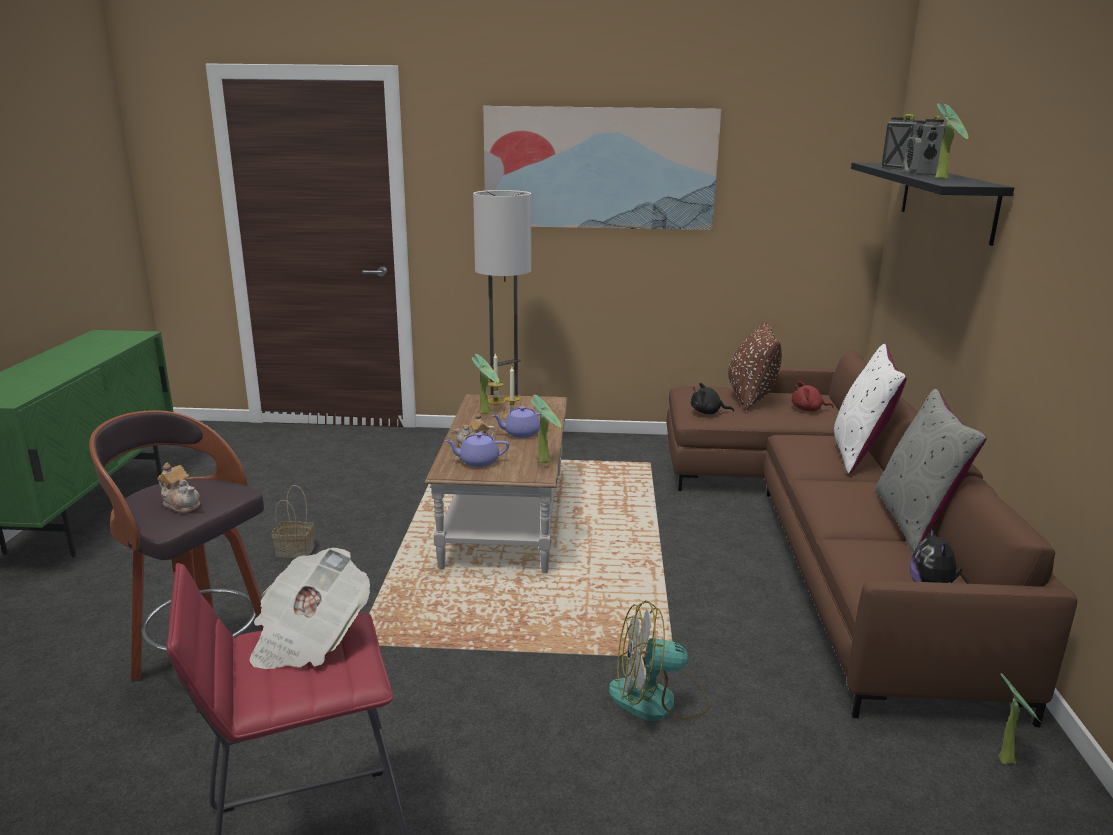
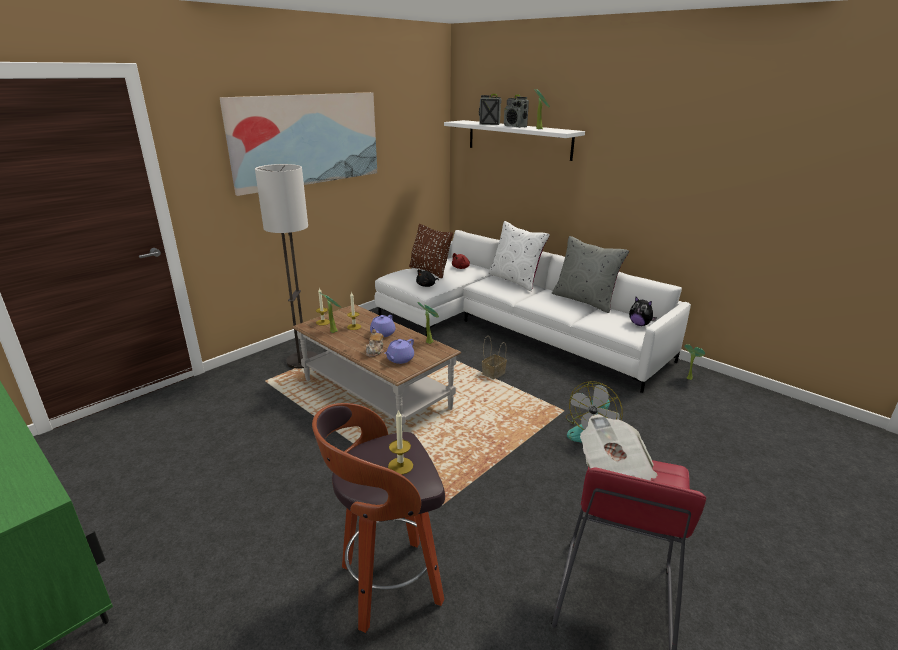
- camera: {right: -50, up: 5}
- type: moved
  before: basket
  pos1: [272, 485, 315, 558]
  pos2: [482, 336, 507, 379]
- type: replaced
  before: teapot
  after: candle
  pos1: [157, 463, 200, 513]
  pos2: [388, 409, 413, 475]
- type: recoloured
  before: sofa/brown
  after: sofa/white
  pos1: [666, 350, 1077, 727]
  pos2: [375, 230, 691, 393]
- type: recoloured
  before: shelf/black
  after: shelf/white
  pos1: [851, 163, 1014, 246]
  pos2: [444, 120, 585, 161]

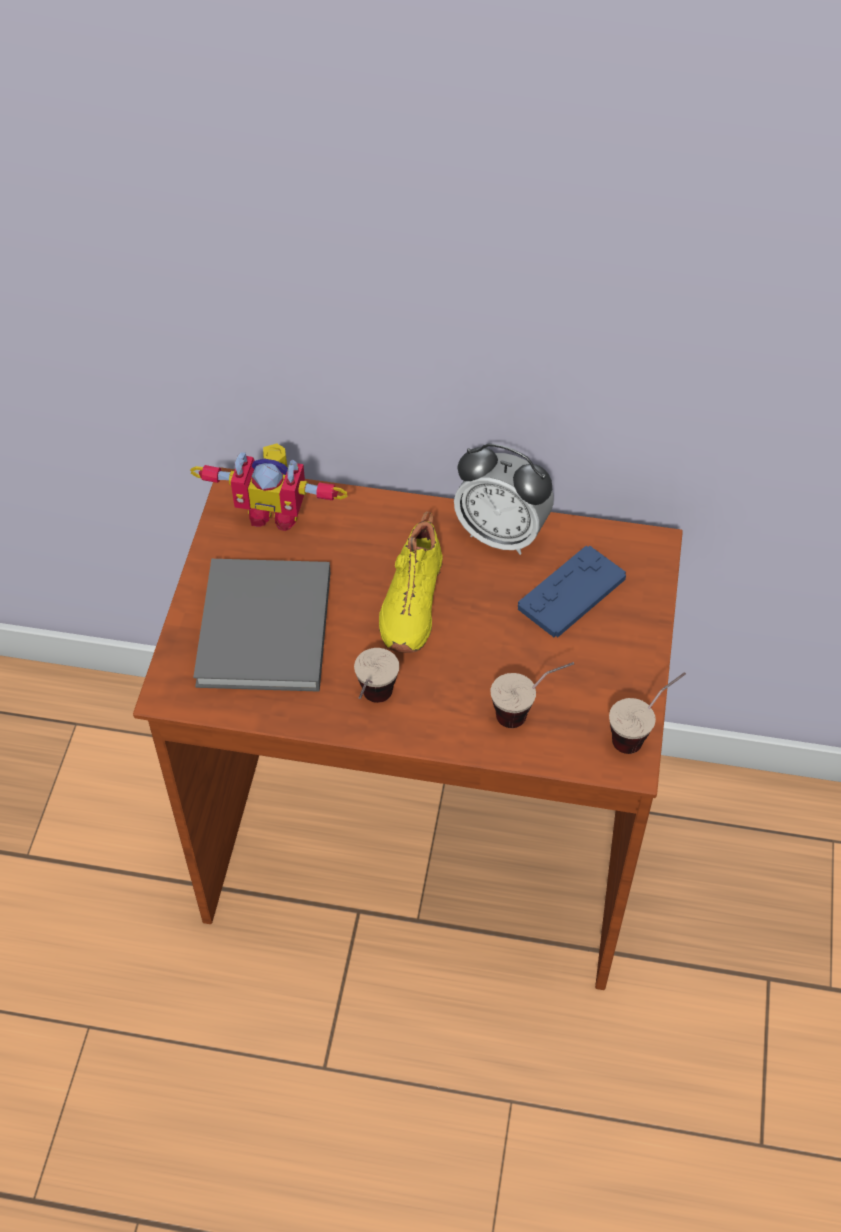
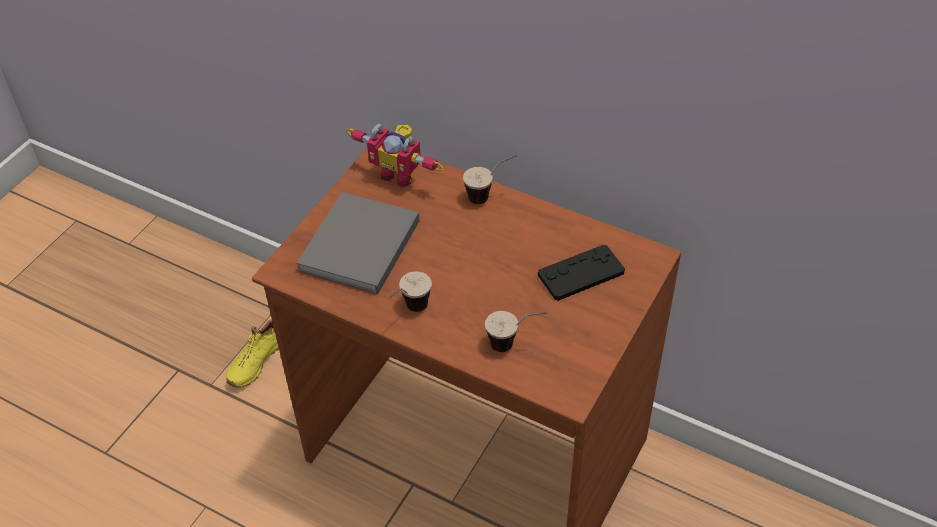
- camera: {right: 20, up: -5}
- type: removed
  before: alarm clock
  pos1: [454, 443, 554, 555]
- type: moved
  before: shoe/yellow
  pos1: [379, 511, 443, 653]
  pos2: [226, 319, 279, 388]
- type: moved
  before: cup
  pos1: [609, 672, 686, 754]
  pos2: [463, 155, 517, 204]
- type: recoloured
  before: game controller/blue
  after: game controller/black
  pos1: [518, 546, 626, 637]
  pos2: [538, 245, 625, 301]

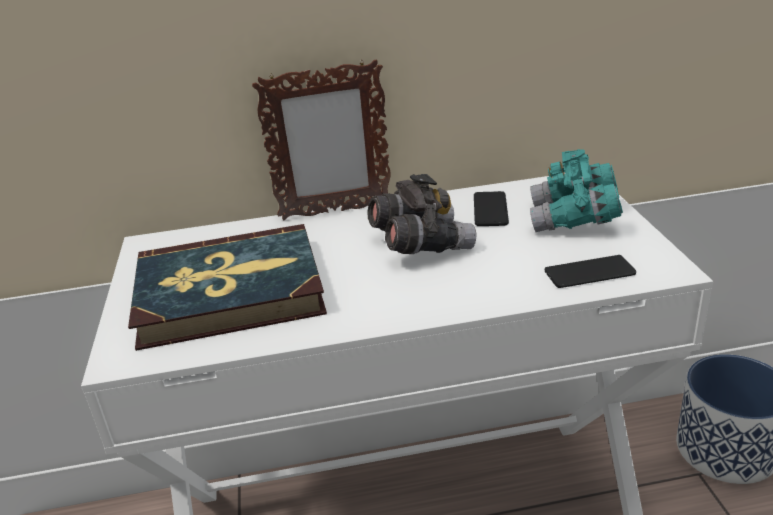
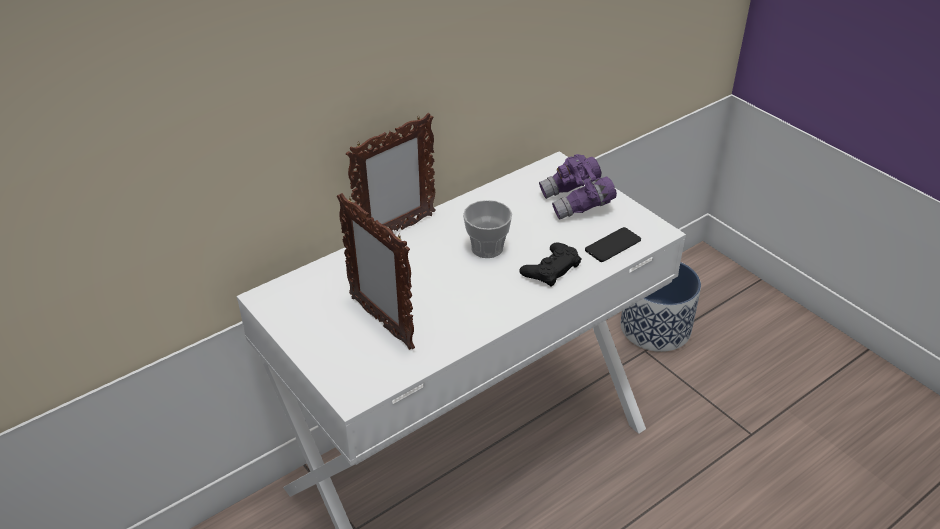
- camera: {right: -30, up: 10}
- type: removed
  before: phone
  pos1: [474, 191, 509, 226]
- type: added
  after: game controller/black
  pos2: [519, 243, 582, 287]
- type: replaced
  before: book
  after: picture frame
  pos1: [128, 224, 327, 351]
  pos2: [337, 193, 415, 350]
- type: replaced
  before: binoculars/grey
  after: cup
  pos1: [367, 174, 476, 254]
  pos2: [463, 200, 512, 258]
- type: recoloured
  before: binoculars/turquoise
  after: binoculars/purple
  pos1: [530, 149, 623, 232]
  pos2: [539, 154, 617, 220]

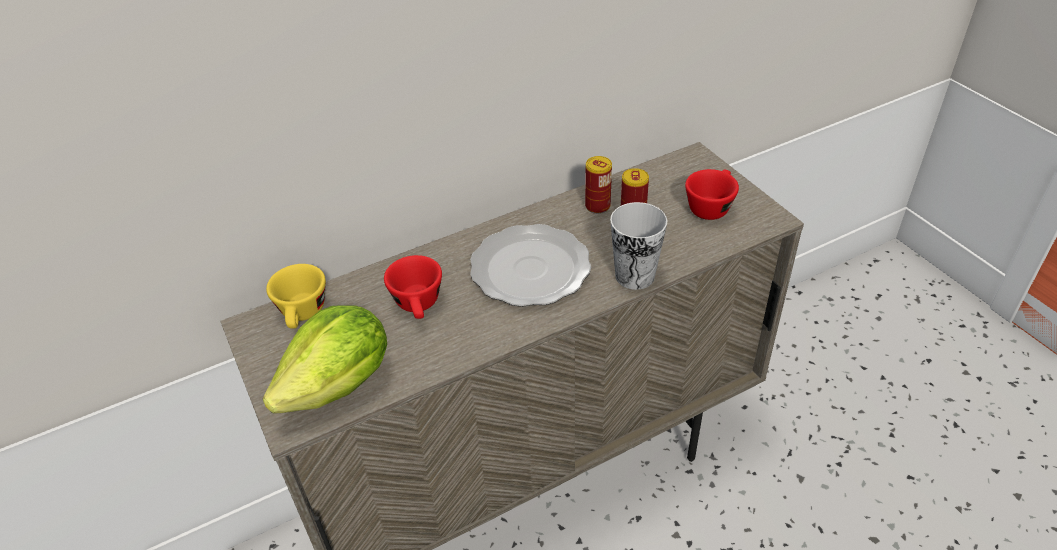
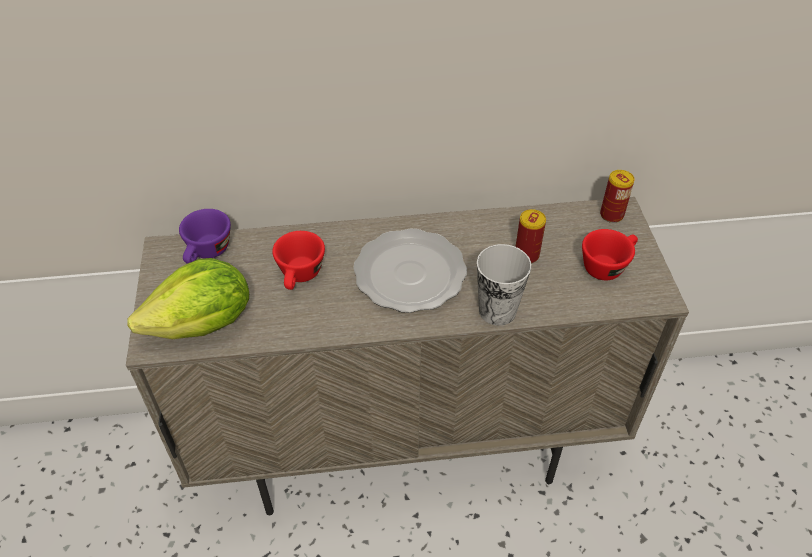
- camera: {right: 20, up: 5}
- type: moved
  before: can
  pos1: [585, 156, 612, 214]
  pos2: [600, 170, 635, 223]
- type: recoloured
  before: cup/yellow
  after: cup/purple
  pos1: [266, 264, 326, 329]
  pos2: [179, 209, 231, 264]

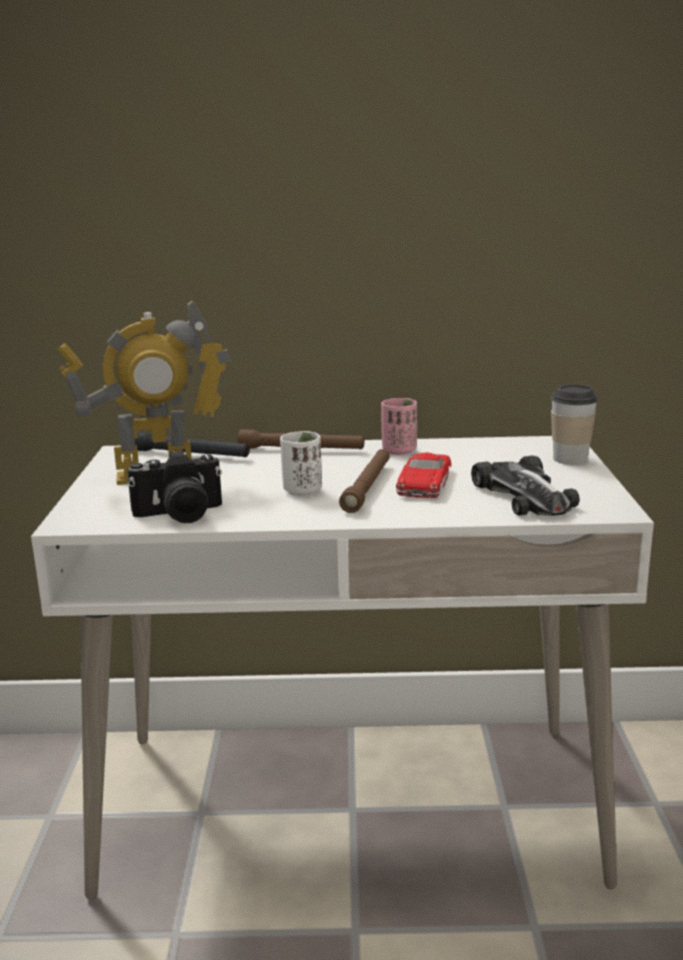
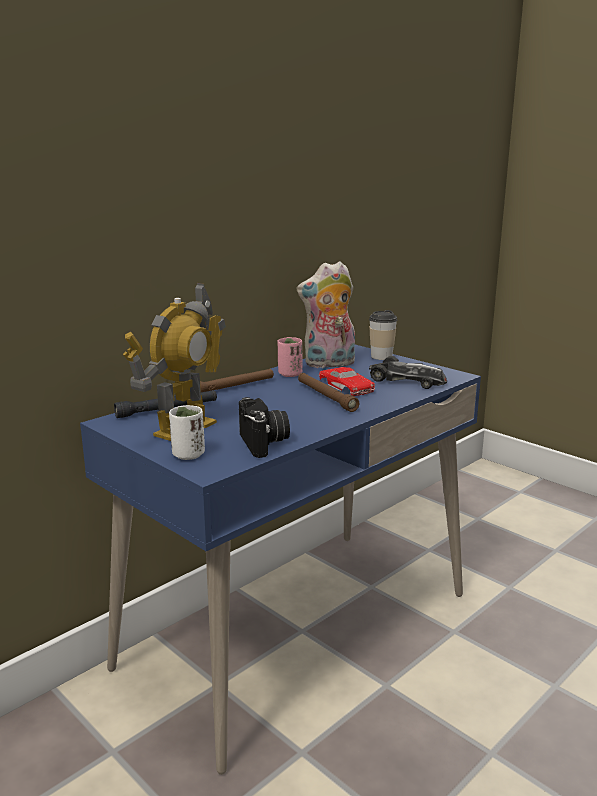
- camera: {right: -45, up: 0}
- type: added
  after: plush toy
  pos2: [297, 261, 355, 368]
- type: moved
  before: cup/white
  pos1: [280, 431, 322, 496]
  pos2: [169, 405, 205, 460]
- type: recoloured
  before: desk/white
  after: desk/blue
  pos1: [31, 436, 654, 900]
  pos2: [80, 345, 481, 775]
- type: turned
  before: photo camera
  pos1: [128, 449, 222, 523]
  pos2: [239, 397, 290, 458]
  turn: -45

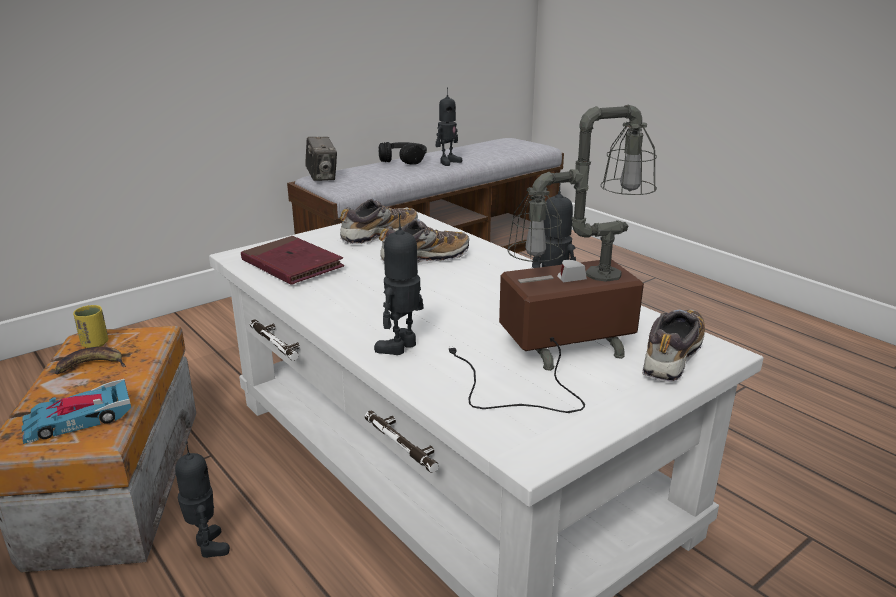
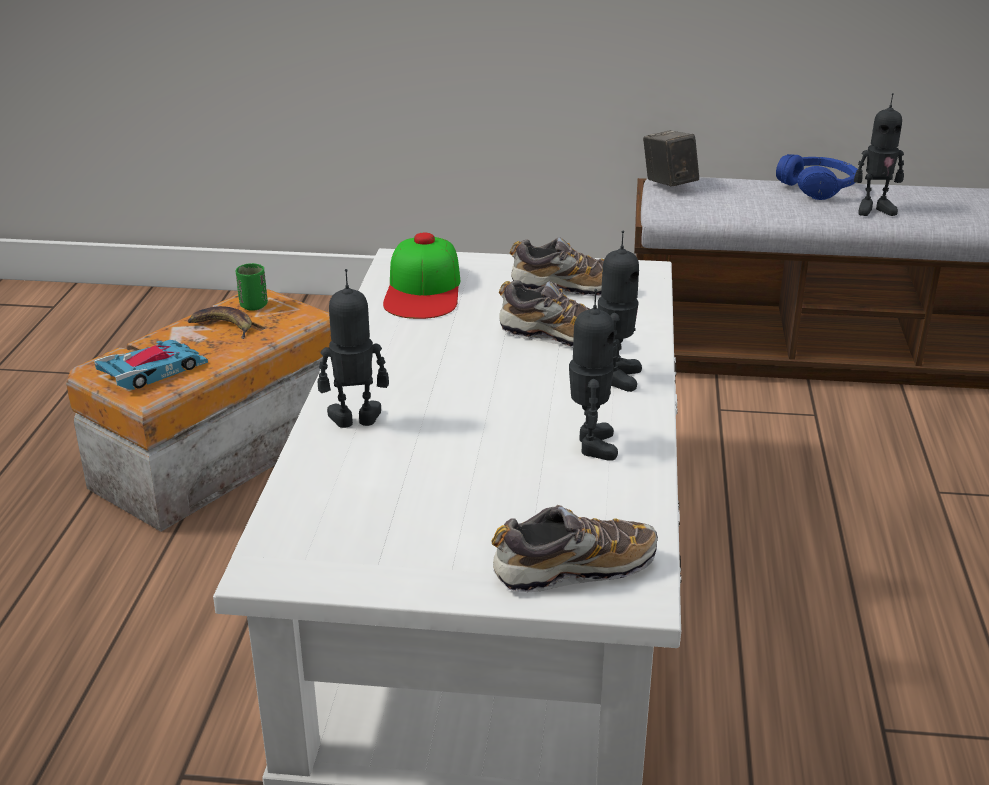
- camera: {right: 45, up: 5}
- type: removed
  before: table lamp
  pos1: [449, 104, 657, 413]
- type: moved
  before: toy robot
  pos1: [175, 441, 230, 558]
  pos2: [598, 230, 642, 392]
- type: replaced
  before: book/red
  after: cap
  pos1: [241, 236, 344, 284]
  pos2: [383, 233, 460, 319]
- type: recoloured
  before: cup/yellow
  after: cup/green
  pos1: [73, 305, 109, 348]
  pos2: [236, 263, 268, 311]
- type: recoloured
  before: headphones/black
  after: headphones/blue
  pos1: [379, 142, 427, 165]
  pos2: [776, 154, 858, 200]
- type: turned
  before: toy car
  pos1: [22, 379, 131, 444]
  pos2: [94, 340, 208, 390]
  turn: 120
- type: turned
  before: photo camera
  pos1: [305, 137, 337, 181]
  pos2: [643, 130, 699, 186]
  turn: 135

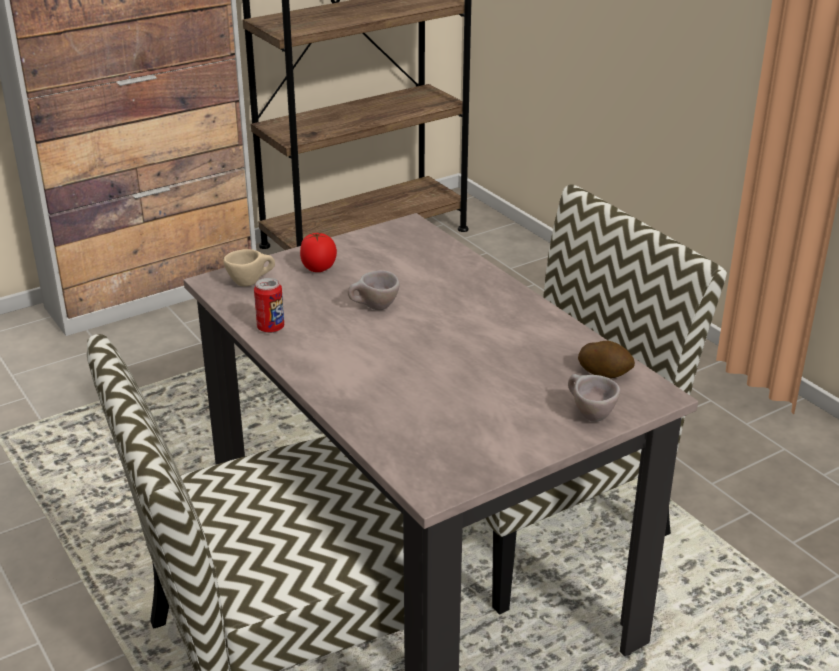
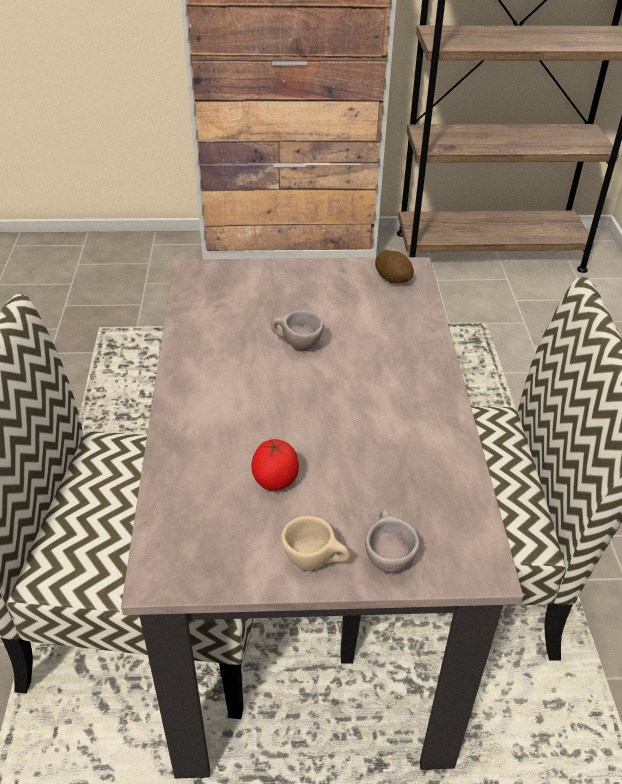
- camera: {right: 30, up: 10}
- type: removed
  before: can
  pos1: [254, 278, 284, 333]
- type: moved
  before: cup/beige
  pos1: [223, 249, 275, 286]
  pos2: [281, 516, 350, 571]
- type: moved
  before: tomato
  pos1: [300, 232, 337, 272]
  pos2: [251, 439, 299, 491]
- type: moved
  before: potato
  pos1: [578, 341, 635, 378]
  pos2: [375, 250, 414, 284]

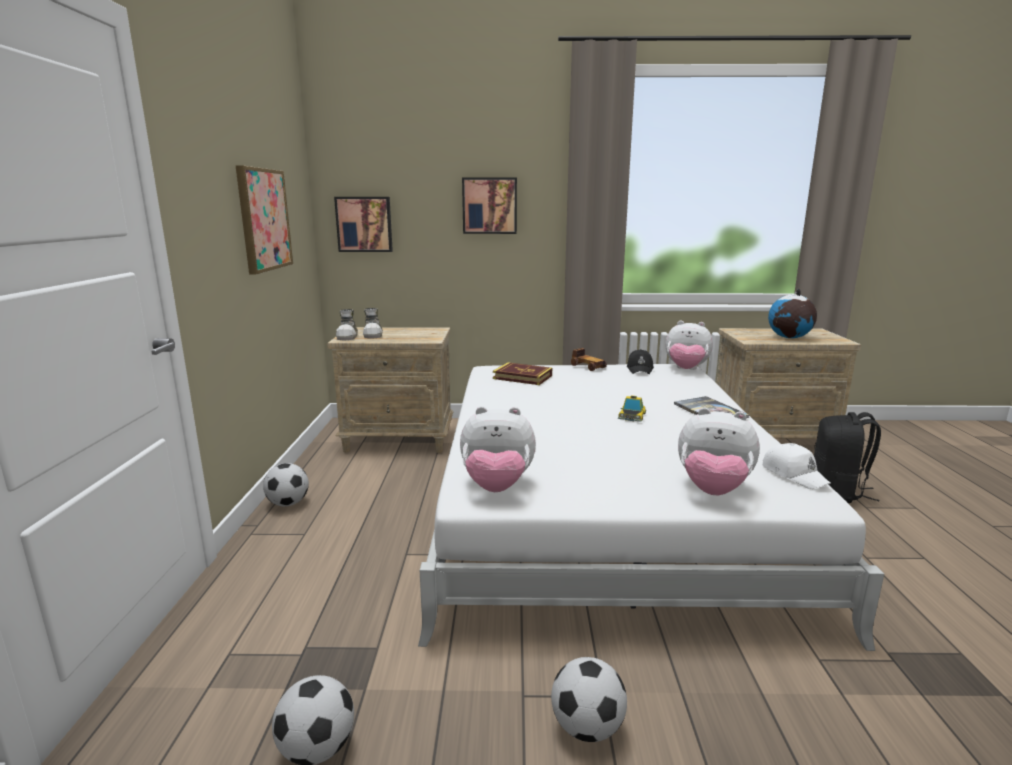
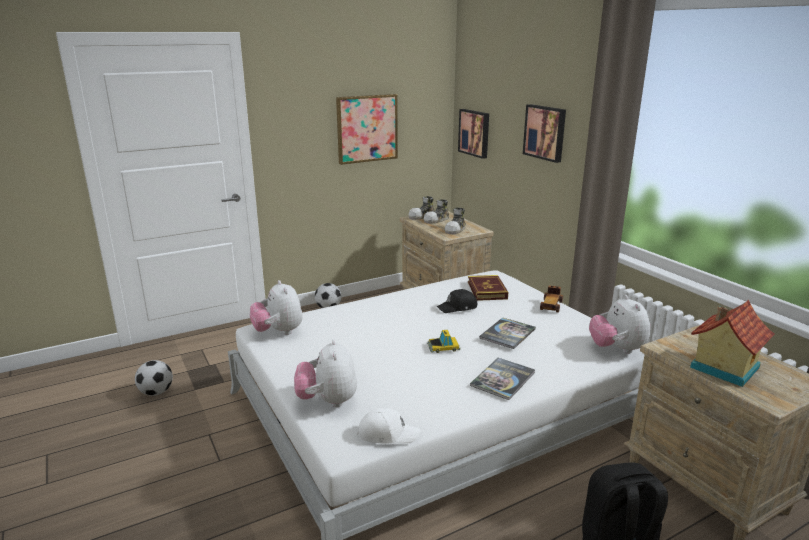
- camera: {right: 60, up: 5}
- type: removed
  before: football
  pos1: [551, 657, 627, 742]
- type: added
  after: shoe
  pos2: [445, 208, 466, 234]
- type: added
  after: book
  pos2: [479, 317, 536, 349]
- type: moved
  before: cap/black
  pos1: [627, 349, 654, 374]
  pos2: [437, 289, 477, 313]
- type: replaced
  before: globe
  after: toy house
  pos1: [768, 289, 817, 338]
  pos2: [690, 300, 775, 387]
- type: turned
  before: cap/white
  pos1: [763, 443, 831, 489]
  pos2: [357, 408, 421, 444]
  turn: -120

